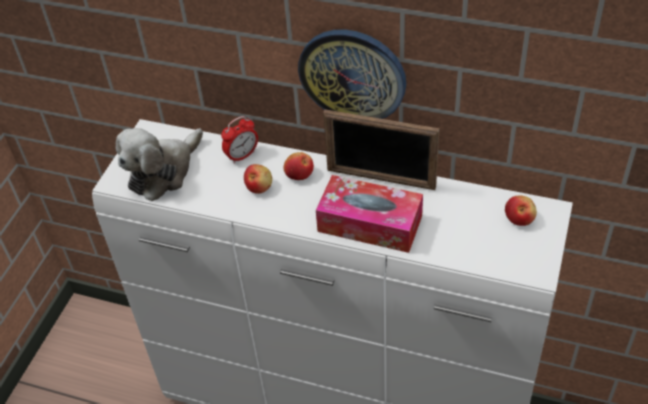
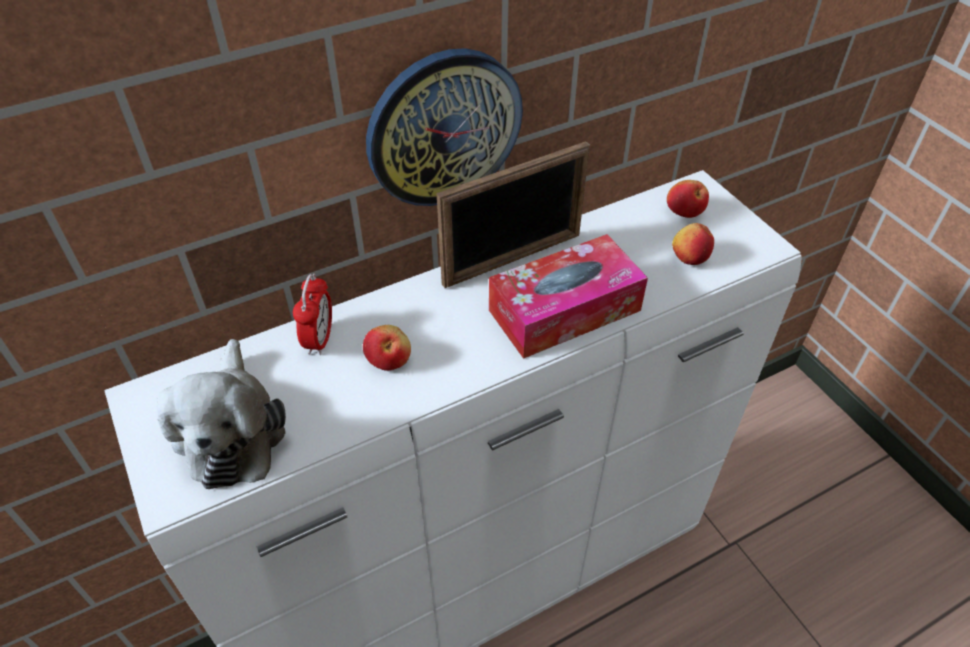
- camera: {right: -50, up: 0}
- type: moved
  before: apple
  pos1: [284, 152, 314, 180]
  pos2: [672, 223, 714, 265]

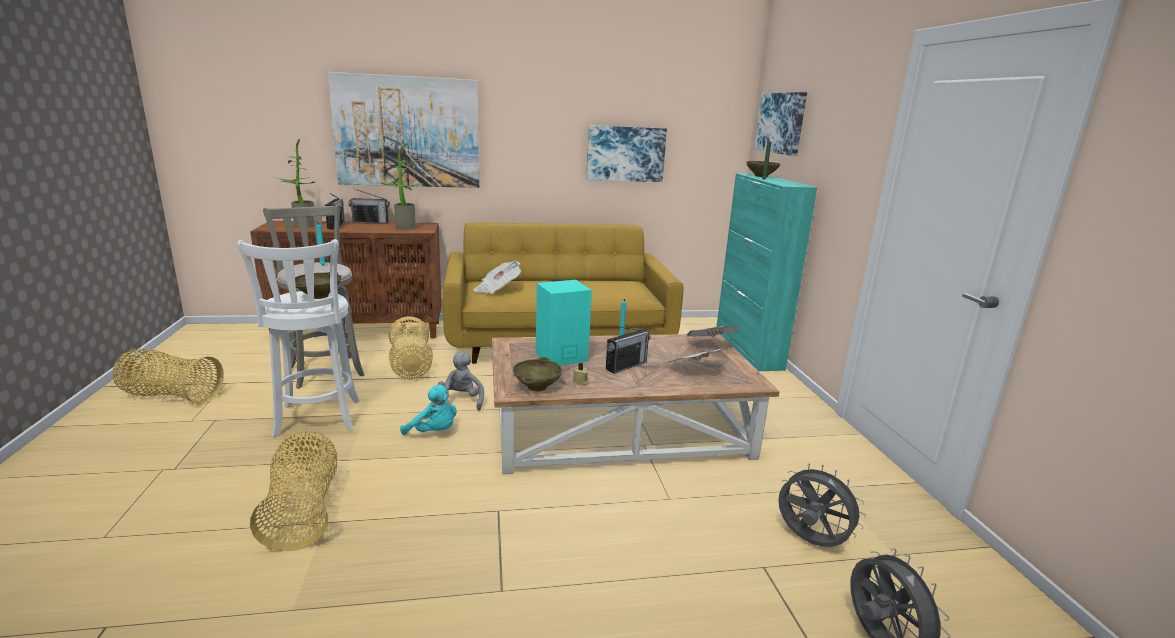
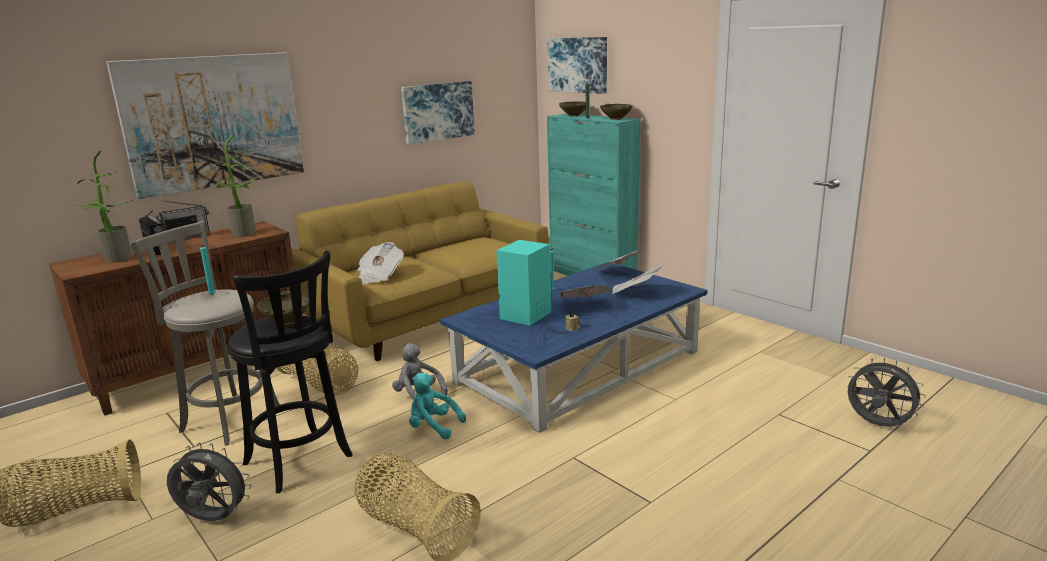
- camera: {right: -30, up: 0}
- type: moved
  before: bowl/beige
  pos1: [513, 357, 562, 391]
  pos2: [600, 104, 633, 120]
- type: moved
  before: fan/grey
  pos1: [778, 463, 866, 547]
  pos2: [167, 443, 252, 521]
- type: replaced
  before: radio
  after: newspaper
  pos1: [606, 326, 651, 374]
  pos2: [560, 285, 611, 298]
- type: recoloured
  before: stool/white
  after: stool/black
  pos1: [237, 239, 359, 437]
  pos2: [228, 250, 353, 493]
- type: recoloured
  before: coffee table/brown
  after: coffee table/blue
  pos1: [492, 334, 779, 474]
  pos2: [440, 262, 707, 433]
- type: turned
  before: plush toy/turquoise
  pos1: [400, 385, 456, 435]
  pos2: [409, 373, 466, 439]
  turn: -150

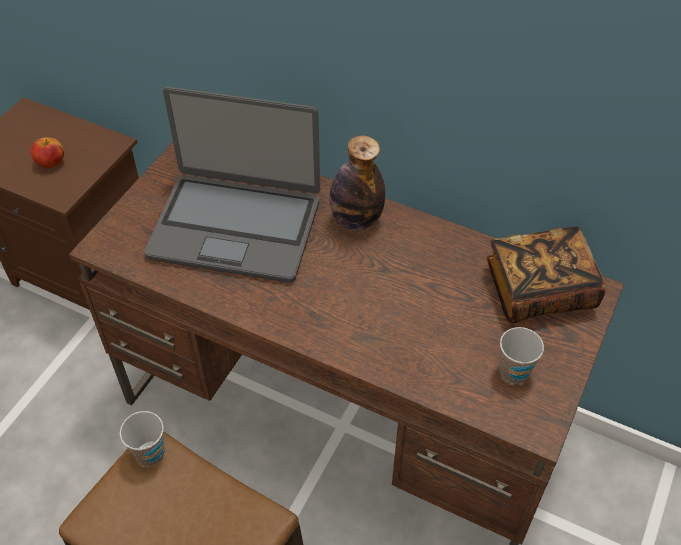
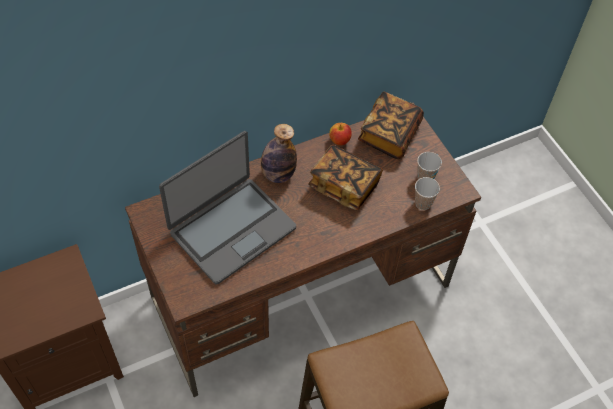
- camera: {right: -55, up: 5}
- type: added
  after: book
  pos2: [308, 145, 383, 210]
- type: moved
  before: apple
  pos1: [31, 137, 64, 169]
  pos2: [329, 123, 352, 145]
- type: moved
  before: cup
  pos1: [120, 411, 165, 466]
  pos2: [415, 177, 440, 210]

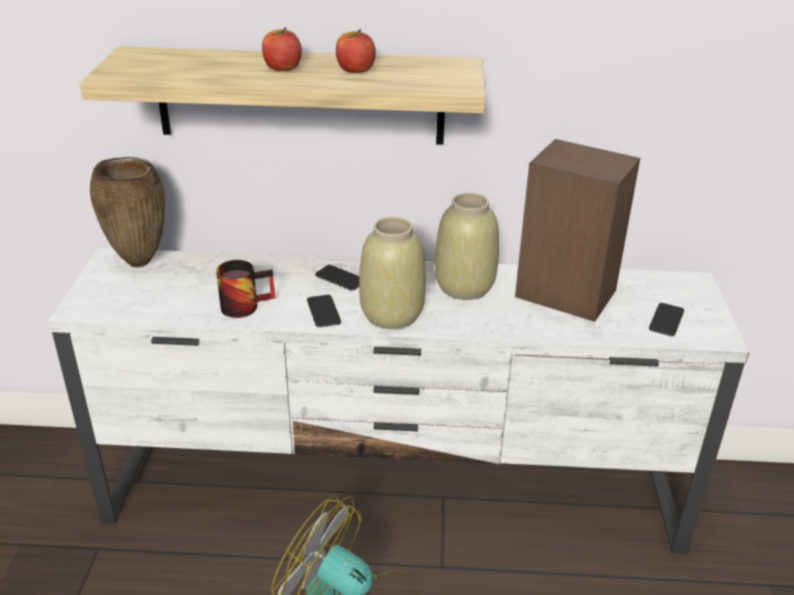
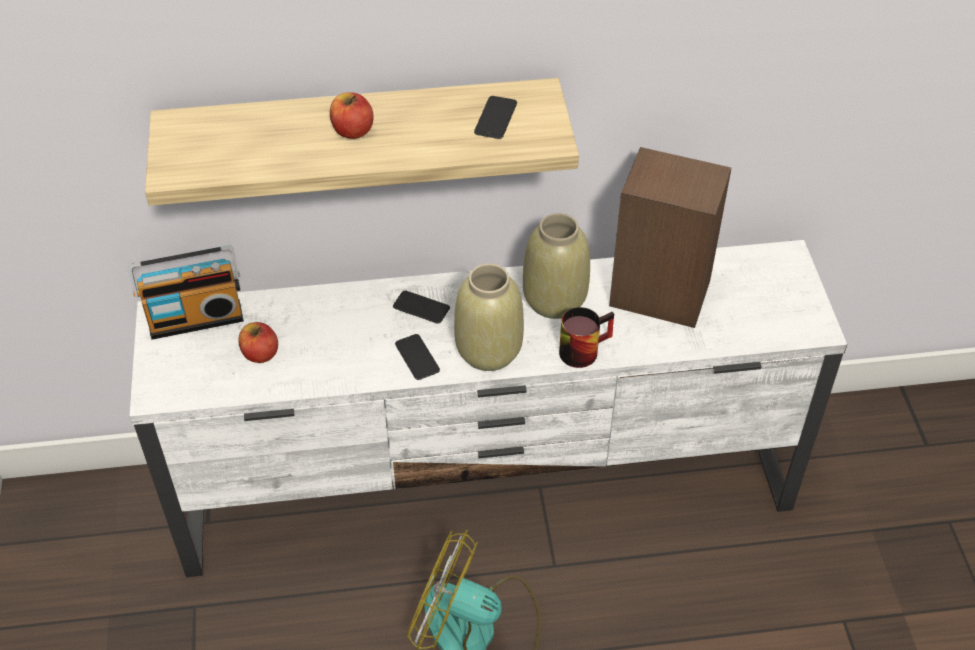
- camera: {right: -10, up: 15}
- type: moved
  before: mug
  pos1: [216, 260, 275, 318]
  pos2: [559, 307, 614, 368]
- type: moved
  before: apple
  pos1: [336, 29, 376, 73]
  pos2: [238, 322, 278, 363]
- type: moved
  before: phone
  pos1: [649, 303, 684, 336]
  pos2: [474, 96, 517, 139]
- type: replaced
  before: vase/brown
  after: radio
  pos1: [90, 157, 165, 268]
  pos2: [128, 245, 244, 340]

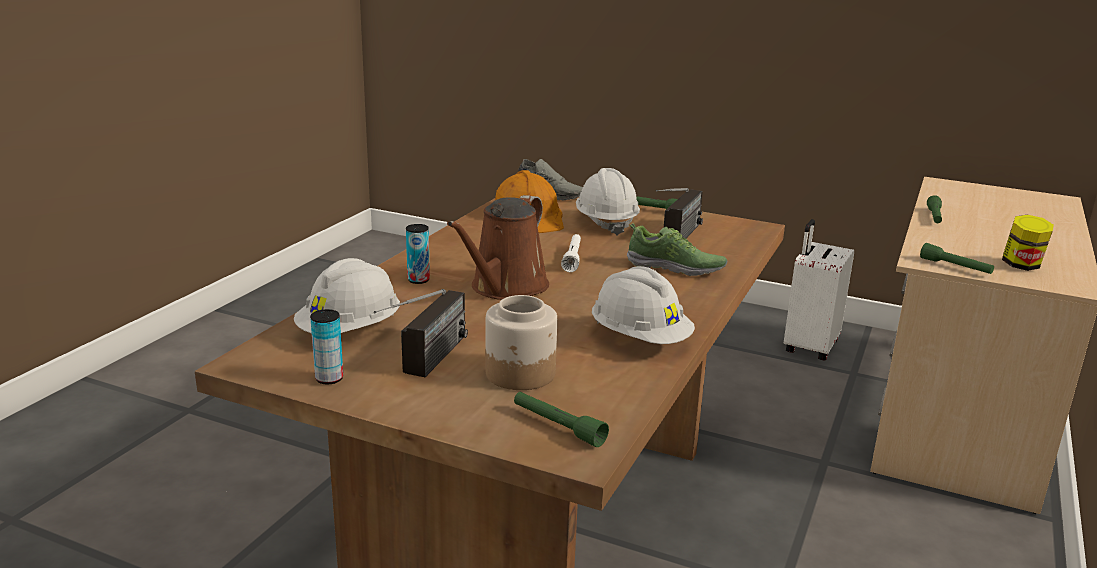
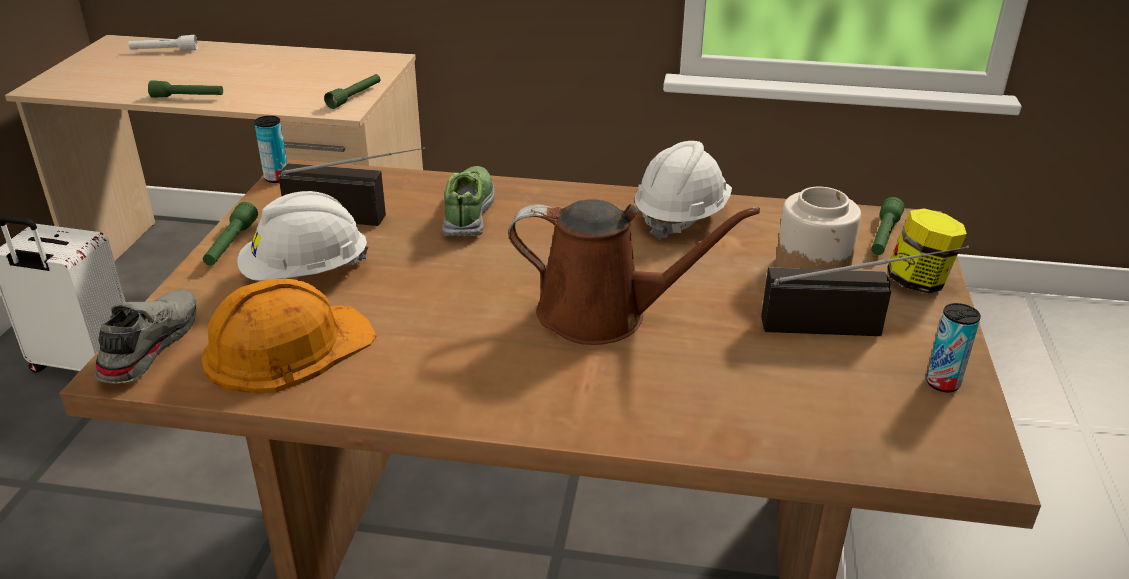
- camera: {right: -105, up: 10}
- type: removed
  before: hard hat/white
  pos1: [294, 258, 400, 333]
- type: moved
  before: can
  pos1: [406, 224, 430, 284]
  pos2: [254, 116, 287, 183]
- type: moved
  before: flashlight/white
  pos1: [561, 234, 581, 272]
  pos2: [129, 35, 198, 50]
- type: moved
  before: jar
  pos1: [1002, 215, 1054, 271]
  pos2: [888, 208, 967, 294]

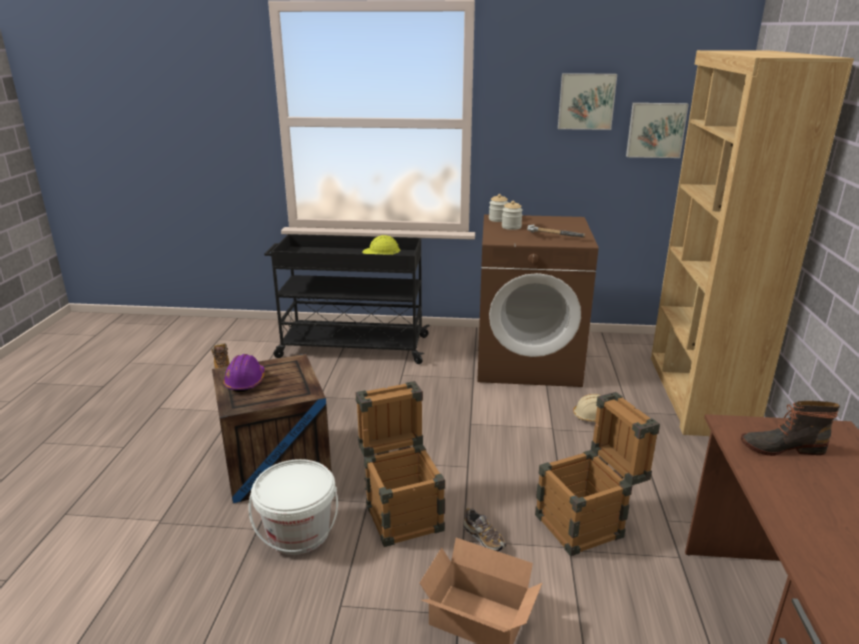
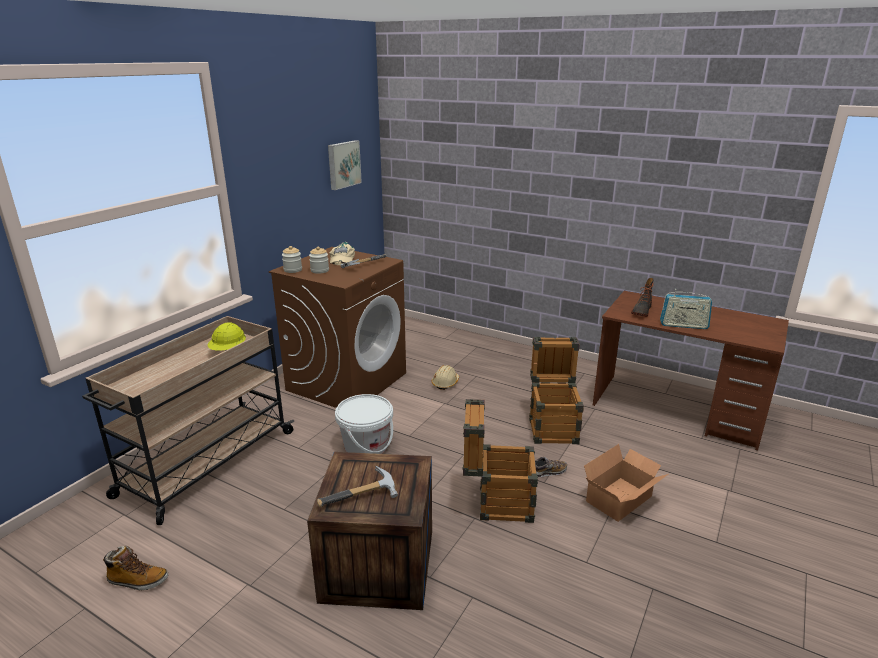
- camera: {right: -65, up: 0}
- type: removed
  before: picture
  pos1: [558, 73, 617, 130]
- type: removed
  before: bookcase/brown
  pos1: [651, 50, 854, 436]
- type: added
  after: cap/beige
  pos2: [329, 242, 355, 265]
- type: added
  after: radio
  pos2: [660, 289, 712, 329]
- type: moved
  before: bucket/white
  pos1: [248, 459, 338, 555]
  pos2: [335, 394, 393, 454]
- type: replaced
  before: hard hat/purple
  after: hammer
  pos1: [223, 354, 265, 392]
  pos2: [317, 466, 398, 508]
- type: recoloured
  before: cart/black
  after: cart/beige
  pos1: [264, 234, 430, 364]
  pos2: [82, 316, 294, 525]

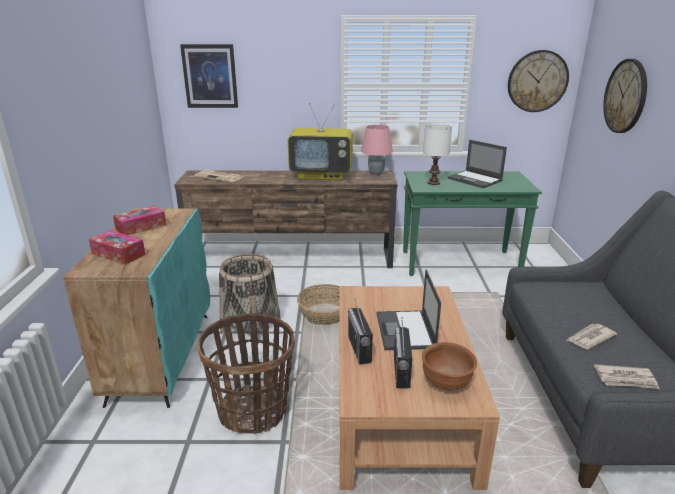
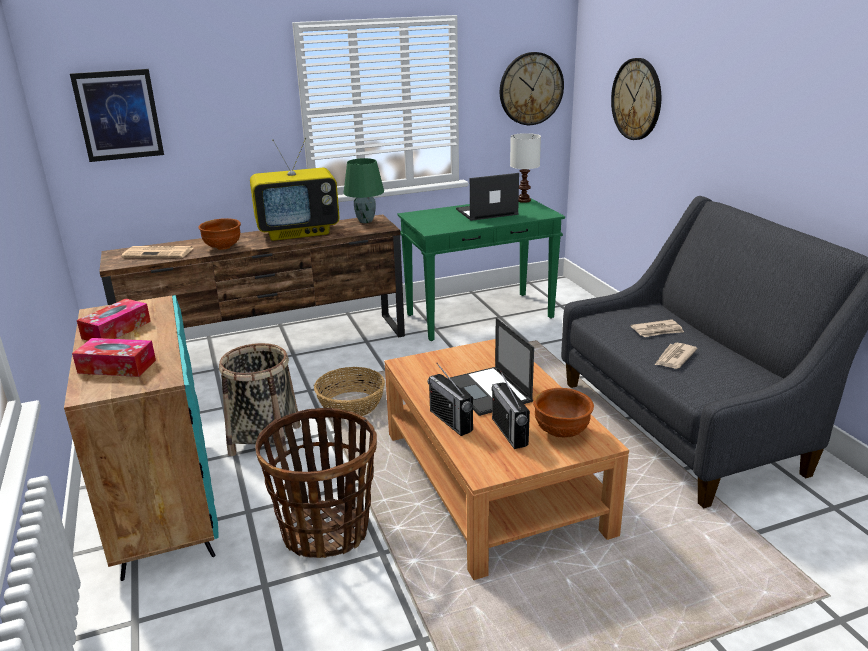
- camera: {right: -20, up: 0}
- type: added
  after: bowl/brown
  pos2: [198, 218, 241, 250]
- type: moved
  before: table lamp/white
  pos1: [423, 124, 452, 185]
  pos2: [510, 133, 541, 203]
- type: moved
  before: newspaper
  pos1: [594, 364, 659, 389]
  pos2: [631, 319, 684, 337]
- type: recoloured
  before: table lamp/pink
  after: table lamp/green
  pos1: [361, 125, 393, 176]
  pos2: [343, 158, 384, 223]
- type: turned
  before: laptop
  pos1: [447, 140, 507, 188]
  pos2: [456, 173, 519, 221]
  turn: 135

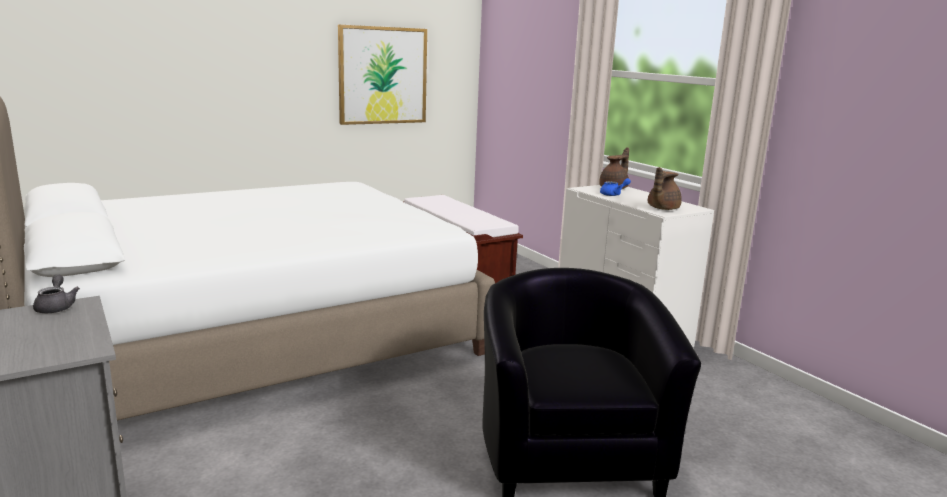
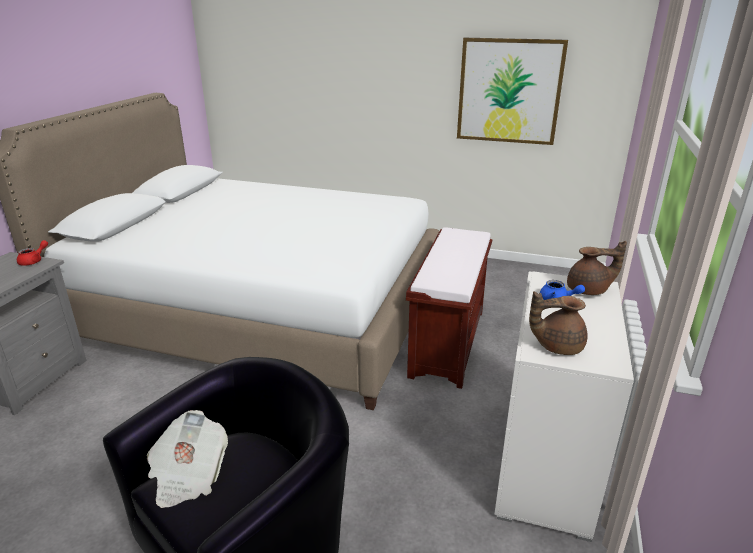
- camera: {right: 50, up: 10}
- type: added
  after: newspaper
  pos2: [146, 410, 228, 508]
- type: recoloured
  before: teapot/grey
  after: teapot/red
  pos1: [33, 274, 80, 313]
  pos2: [17, 240, 48, 266]

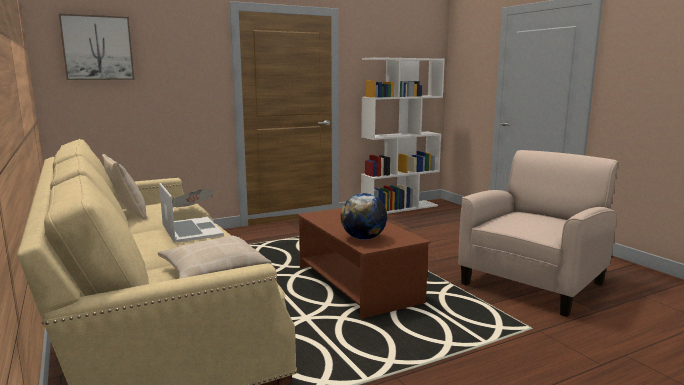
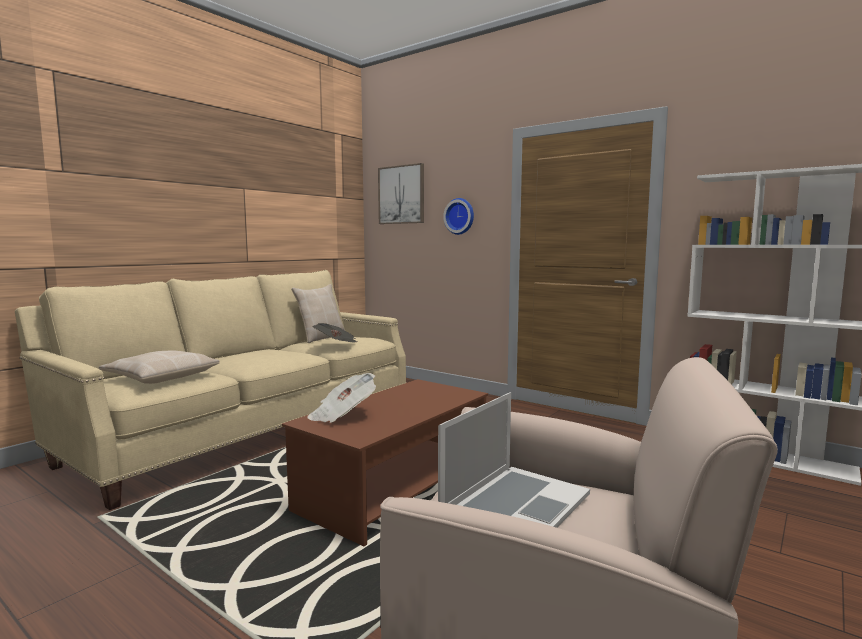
- camera: {right: 65, up: -5}
- type: added
  after: wall clock
  pos2: [443, 198, 474, 235]
- type: moved
  before: laptop
  pos1: [159, 183, 224, 243]
  pos2: [438, 392, 590, 528]
- type: replaced
  before: globe
  after: newspaper
  pos1: [341, 193, 387, 240]
  pos2: [308, 373, 376, 423]

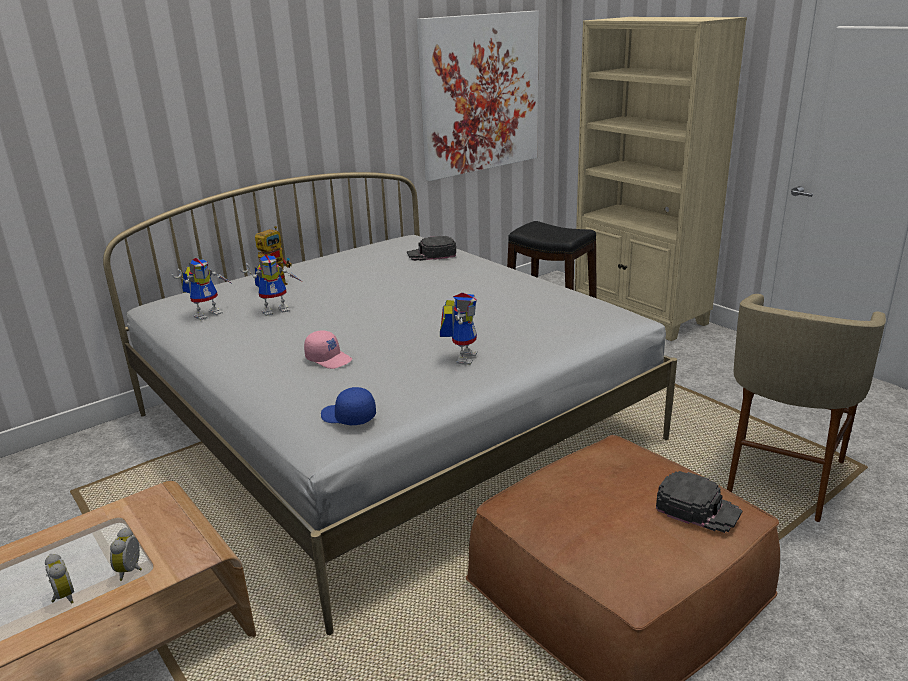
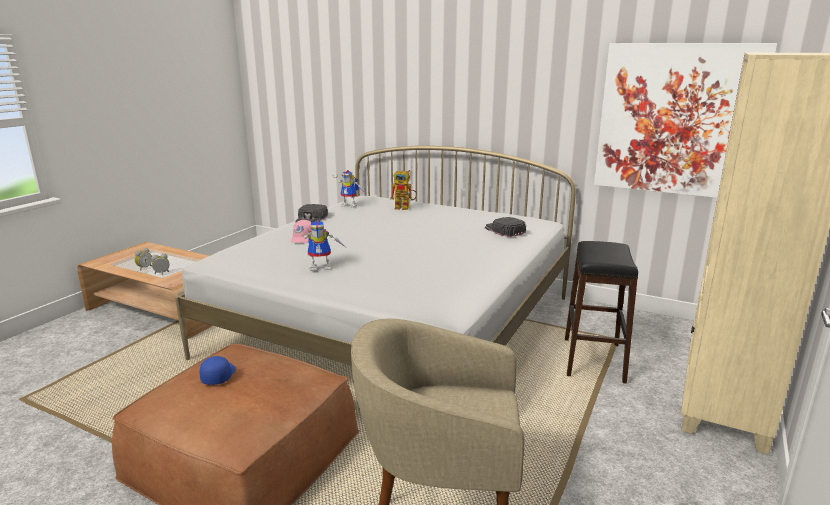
- camera: {right: 65, up: -5}
- type: removed
  before: toy robot
  pos1: [239, 254, 304, 316]
- type: moved
  before: cap/blue
  pos1: [321, 387, 376, 425]
  pos2: [200, 356, 236, 385]
- type: moved
  before: cap/black
  pos1: [656, 471, 742, 533]
  pos2: [295, 204, 328, 223]

